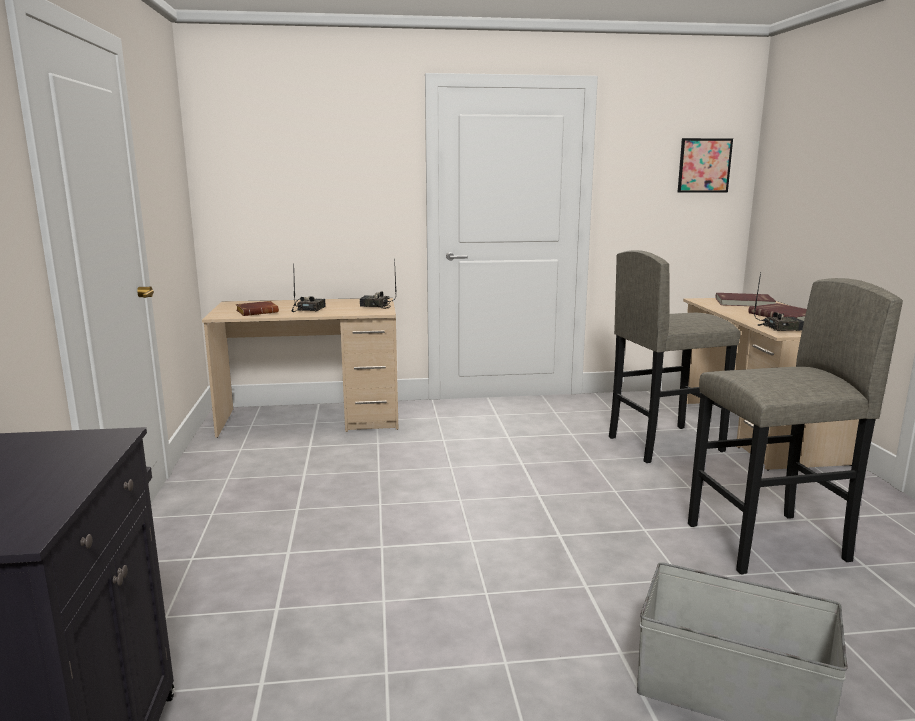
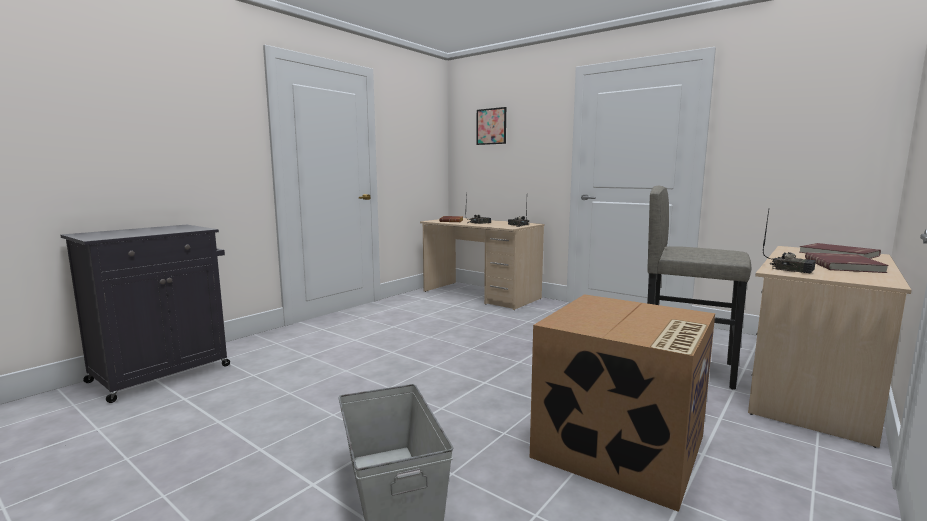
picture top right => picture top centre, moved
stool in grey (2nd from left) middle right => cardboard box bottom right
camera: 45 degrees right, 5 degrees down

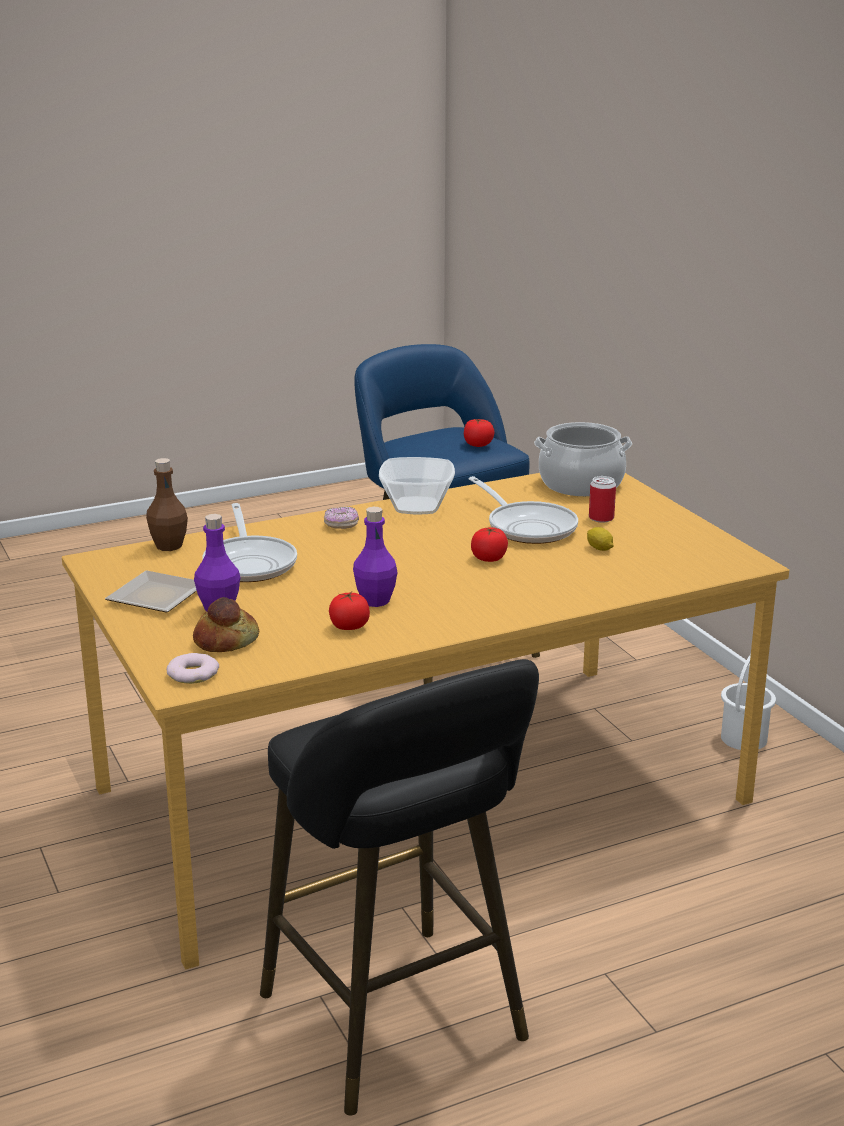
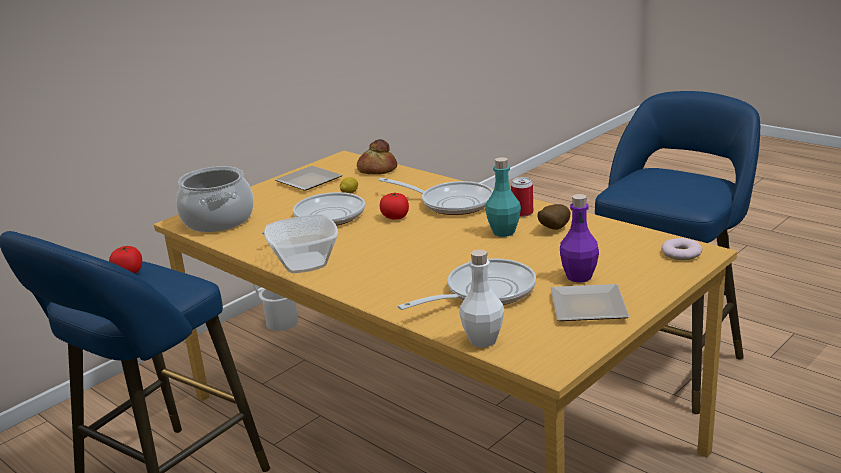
nothing => plate (1st from left) centre
bread middle left => bread top centre, moved
nothing => frying pan (2nd from left) centre
bottle in brown middle left => bottle in white centre
bottle in purple (2nd from left) centre => bottle in turquoise centre
can middle right => can centre, moved
tomato (1st from left) centre => potato centre
stool in black bottom centre => stool in blue (2nd from left) middle right
donut (2nd from left) centre => nothing
camera: 110 degrees left, 0 degrees up

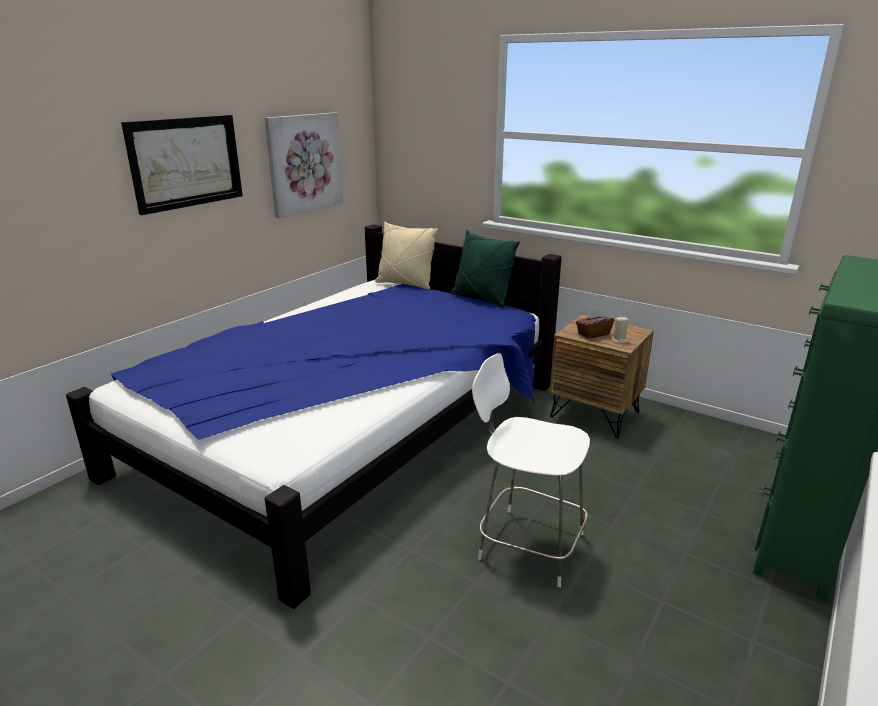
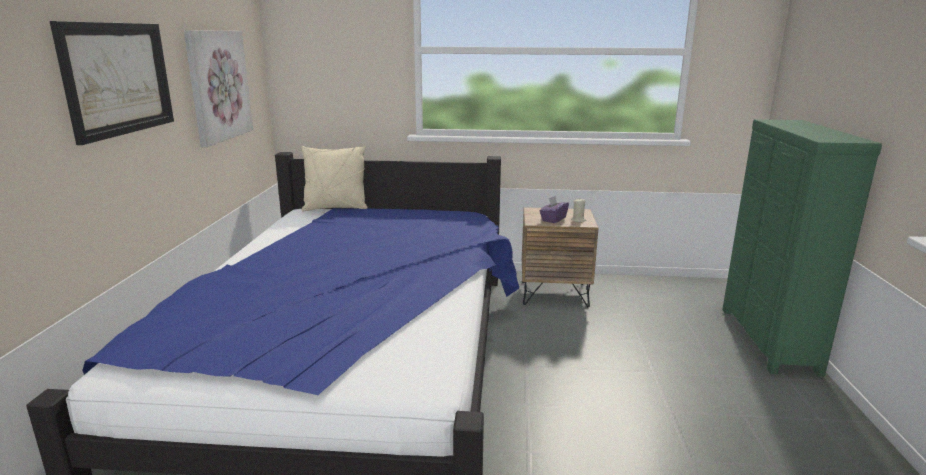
tissue box in brown middle right => tissue box in purple centre
pillow in green centre => nothing
stool in white centre => nothing
camera: 30 degrees left, 5 degrees down

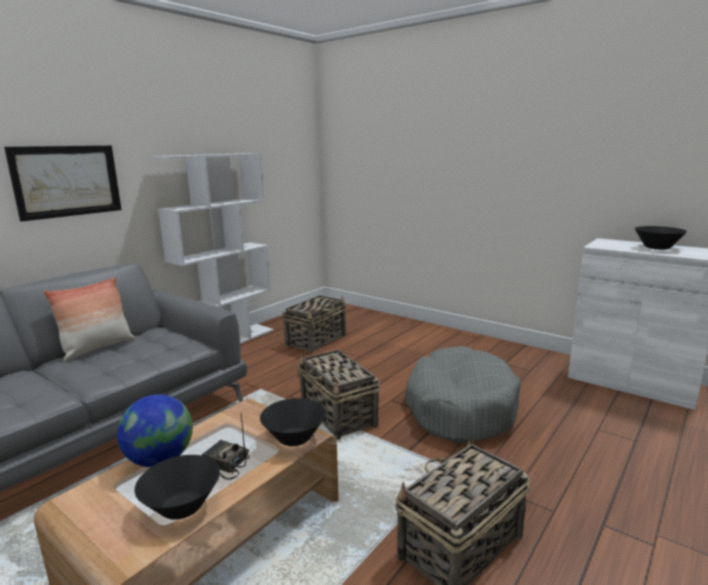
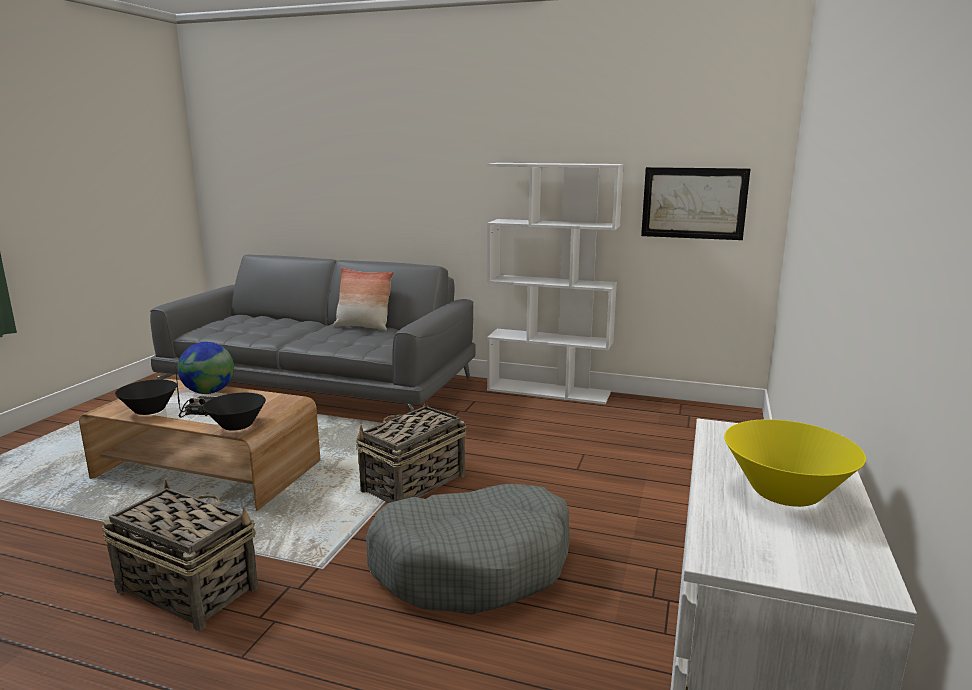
picture top left => picture top right, moved
bowl in black (3rd from left) middle right => bowl in yellow bottom right
basket (1st from left) centre => nothing
camera: 70 degrees right, 0 degrees up

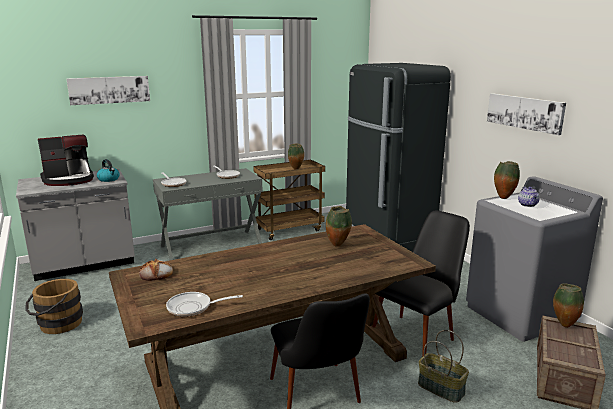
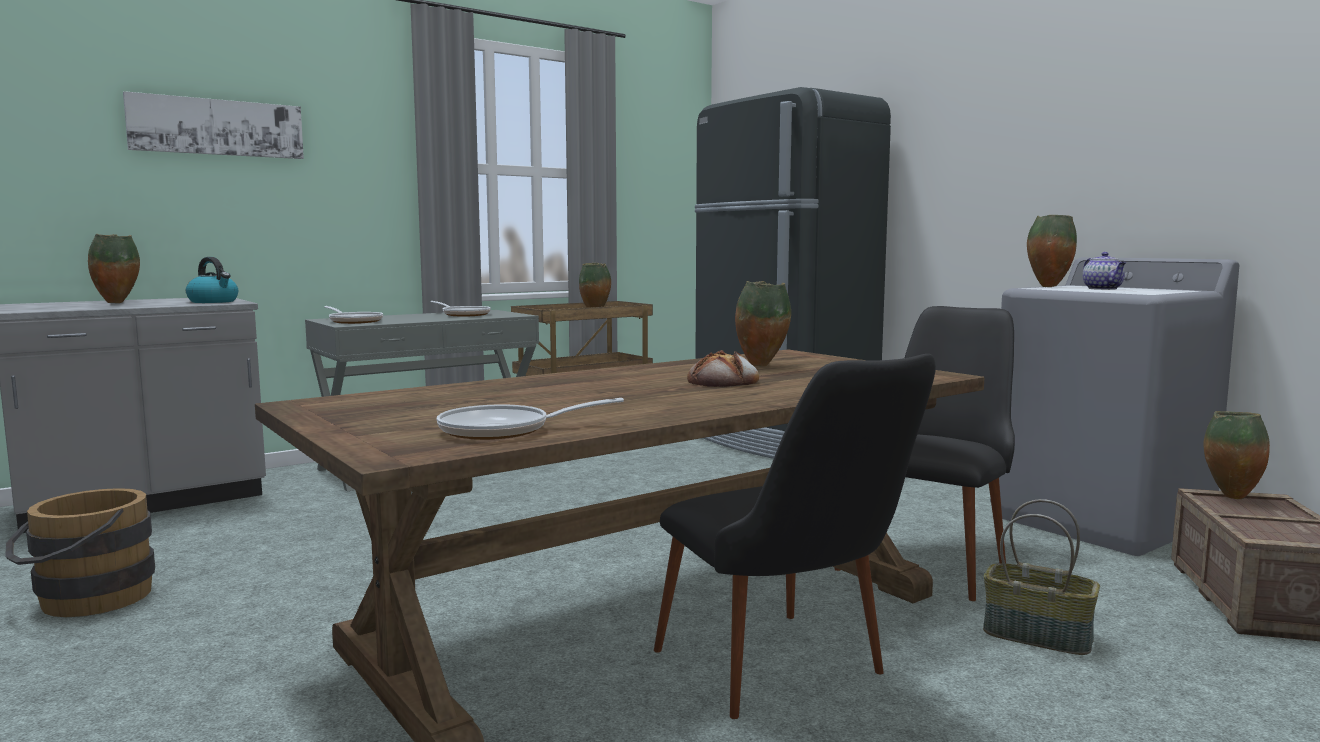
coffee machine middle left => vase (1st from left) middle left
bread middle left => bread centre, moved
picture (2nd from left) top right => nothing
camera: 10 degrees left, 10 degrees down

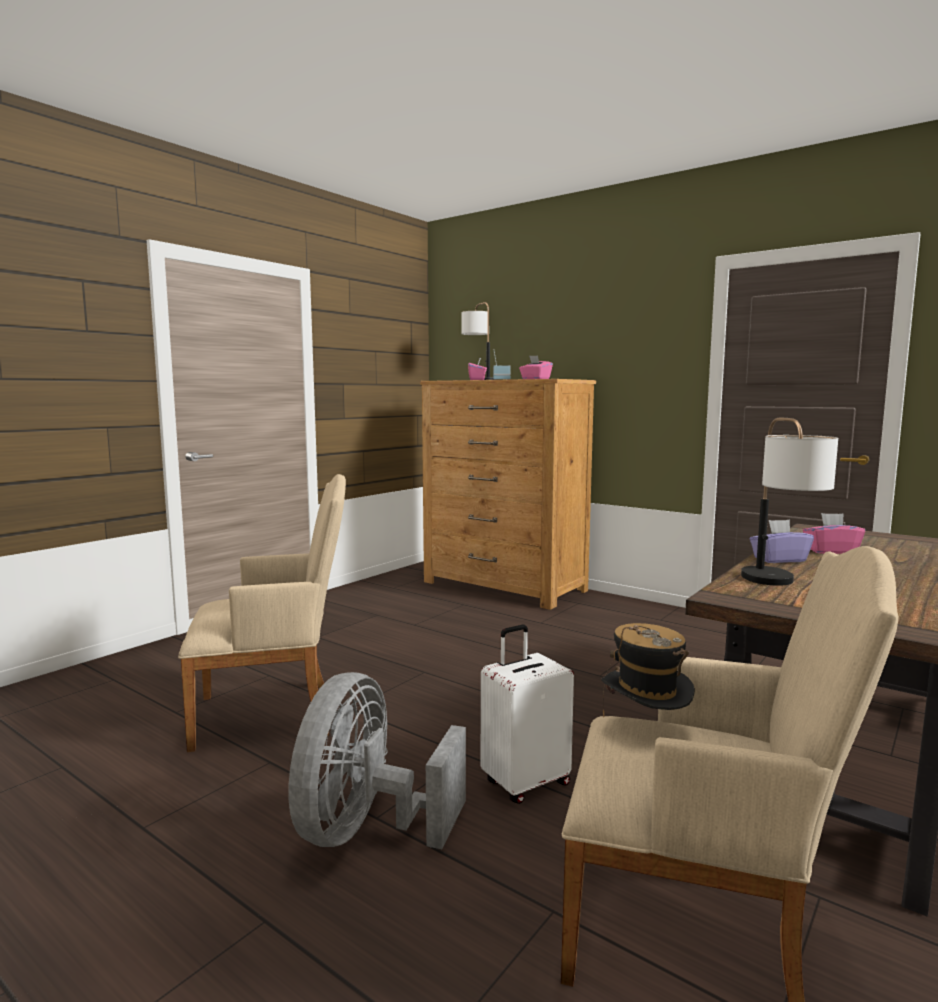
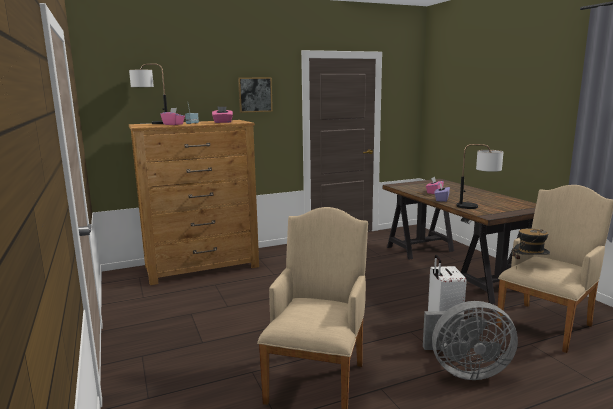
nothing => picture top centre
fan in grey bottom centre => fan in grey bottom right, 45 degrees counterclockwise
camera: 60 degrees left, 5 degrees up

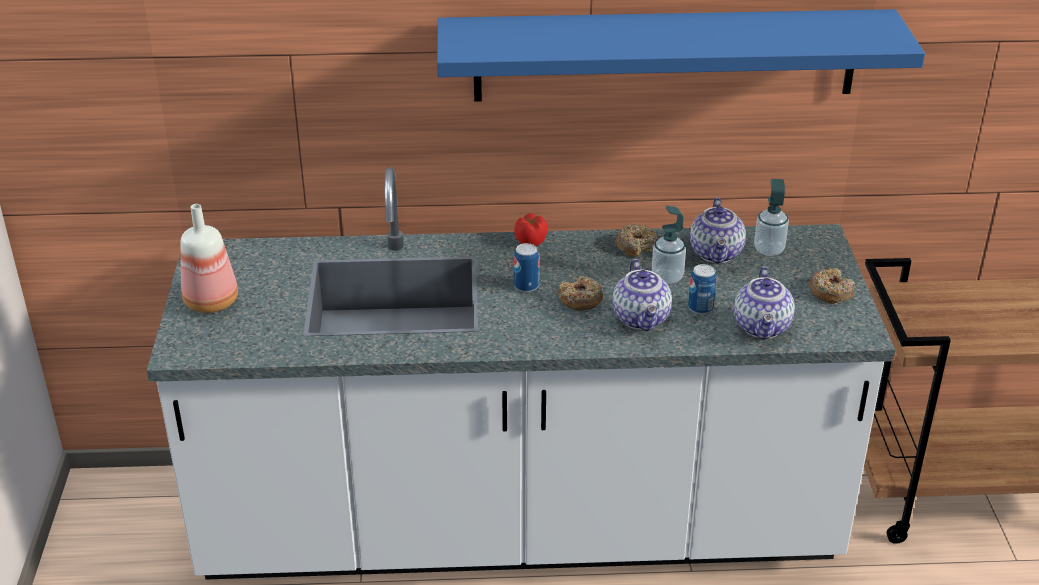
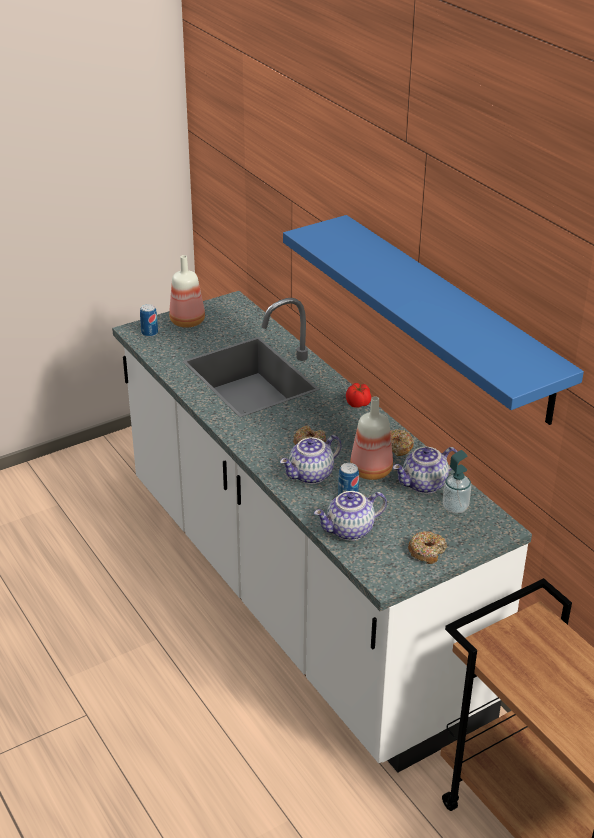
can (1st from left) centre => can (1st from left) middle left, moved
soap dispenser (1st from left) centre => bottle (2nd from left) centre
camera: 60 degrees right, 0 degrees up

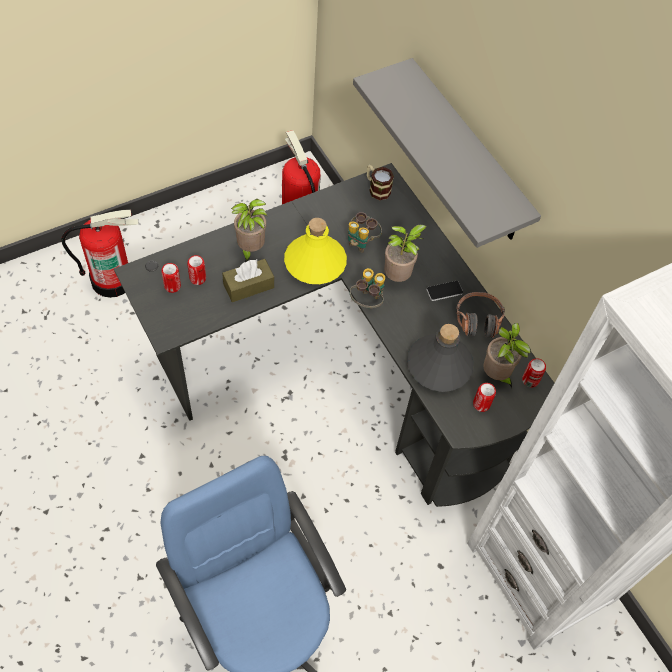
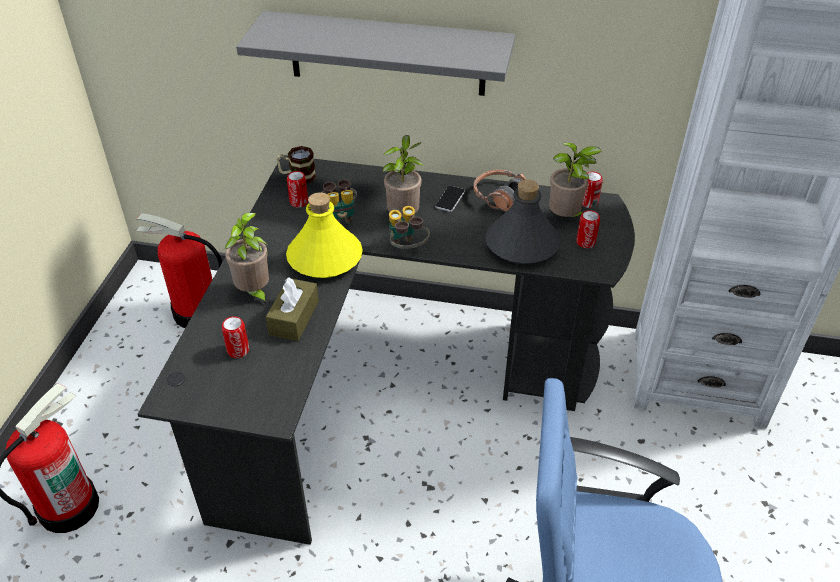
can (1st from left in the first image) middle left => can (2nd from left) top centre, moved
camera: 45 degrees left, 15 degrees down

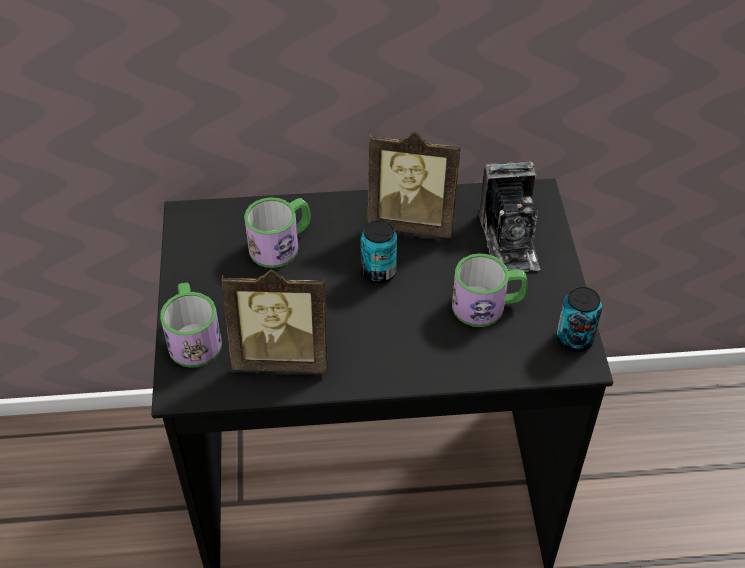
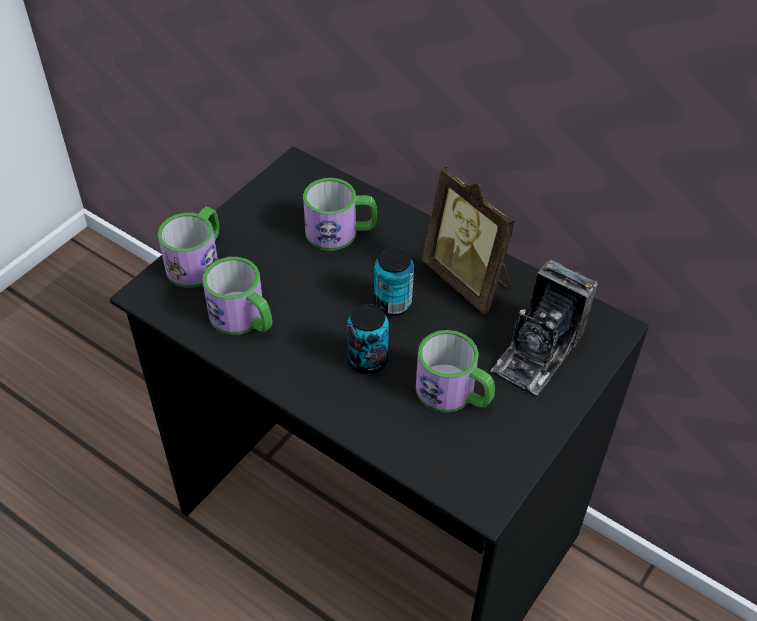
picture frame (1st from left) centre => mug (2nd from left) middle left
can (2nd from left in the first image) middle right => can (1st from left) centre, moved
camera: 40 degrees right, 0 degrees up

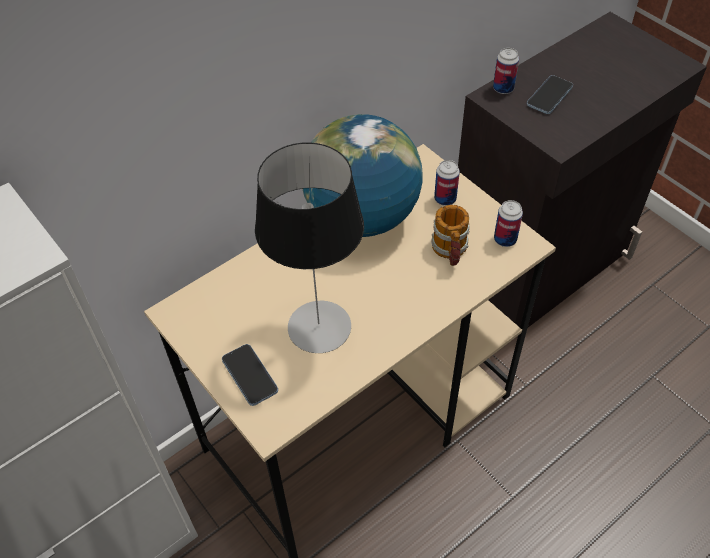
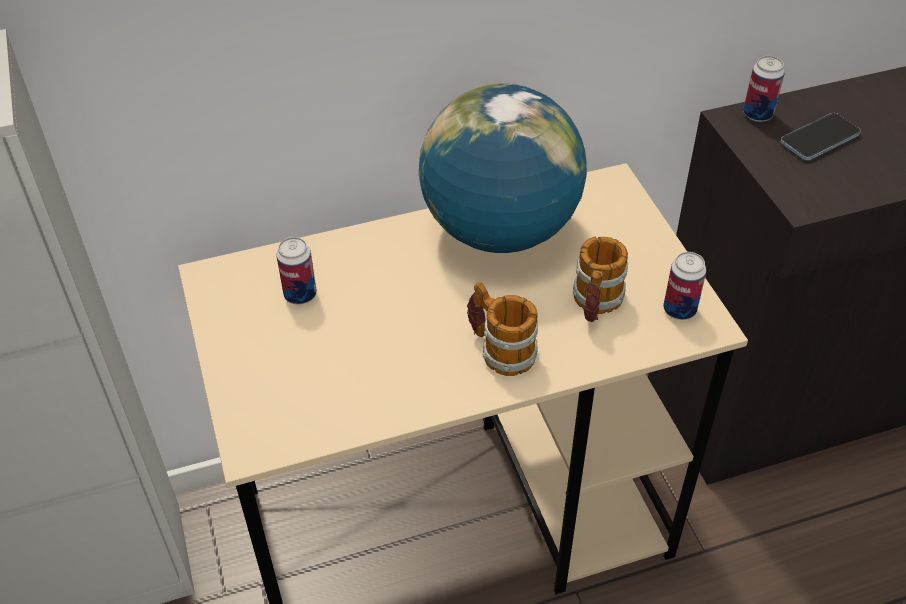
can (1st from left) top centre => can (1st from left) middle left, moved
nothing => mug (1st from left) centre
phone (1st from left) bottom centre => nothing
table lamp centre => nothing
camera: 20 degrees right, 5 degrees down

